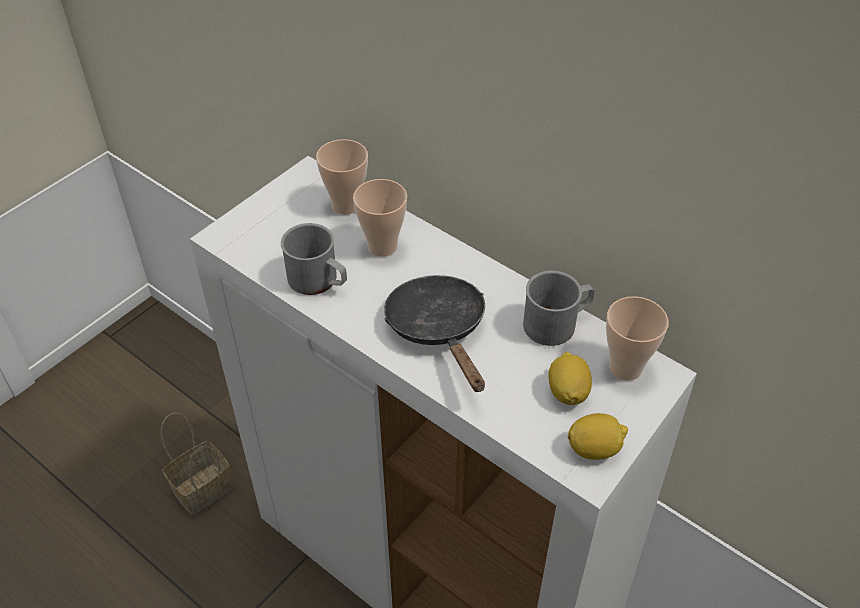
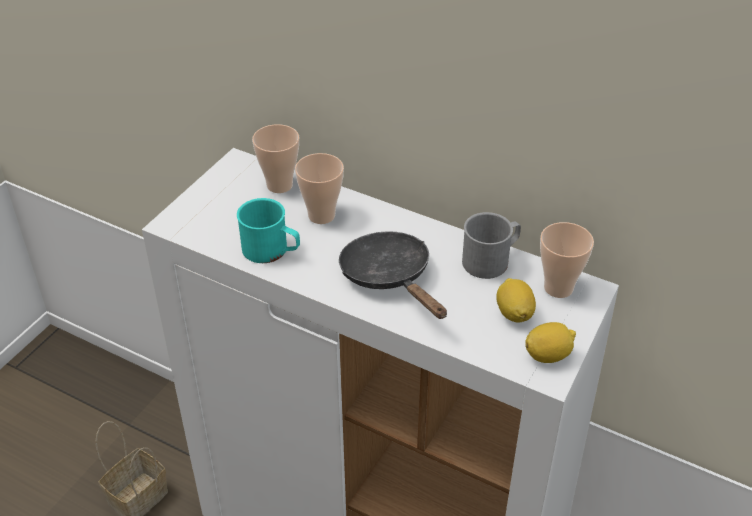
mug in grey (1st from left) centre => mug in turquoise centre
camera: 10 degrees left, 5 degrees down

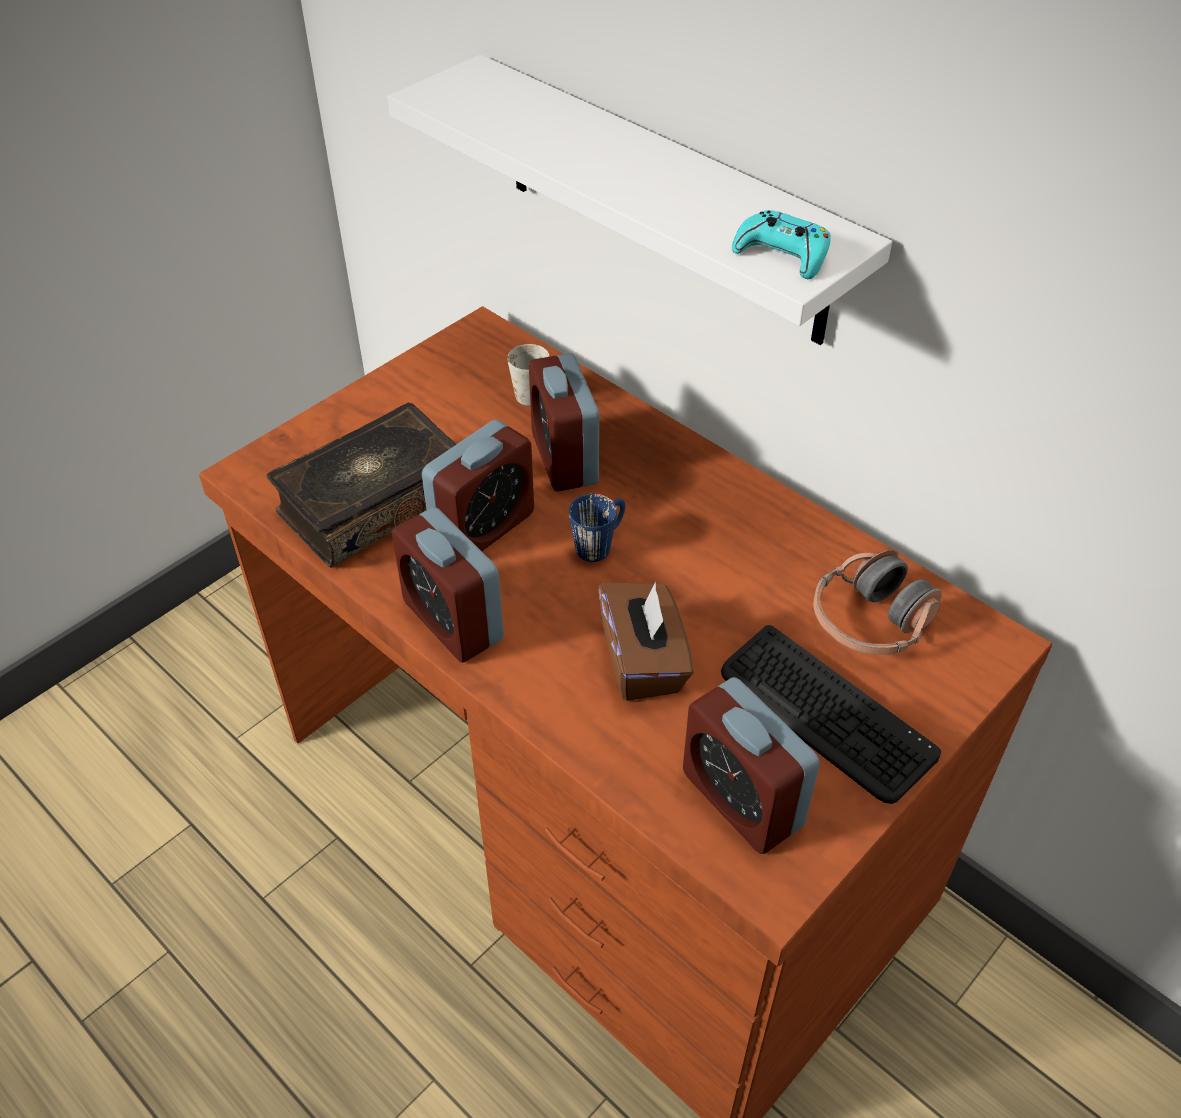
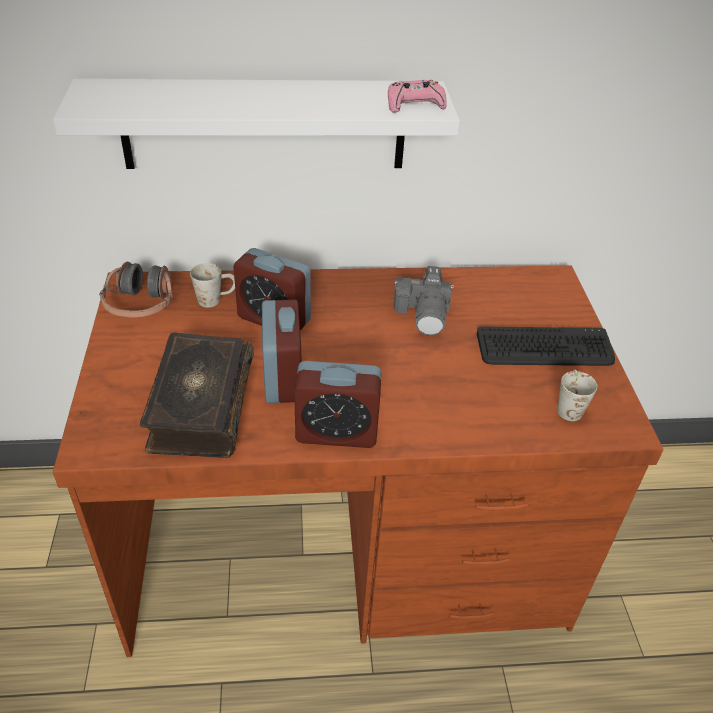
headphones middle right => headphones middle left, moved
game controller in turquoise top centre => game controller in pink top centre
nothing => photo camera centre
alarm clock (4th from left) bottom centre => mug in white (2nd from left) middle right
mug in blue centre => nothing
tissue box in brown centre => nothing
camera: 50 degrees left, 5 degrees down

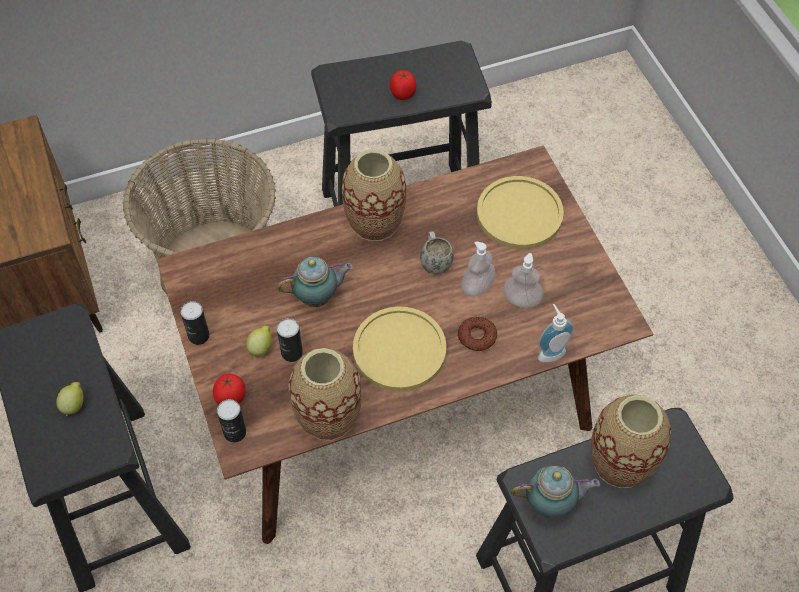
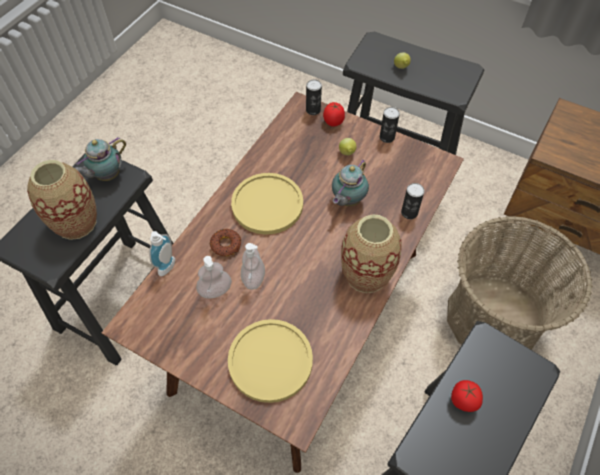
can (3rd from left) centre => can (3rd from left) middle right, moved
vase (1st from left) centre => nothing
mug in white centre => nothing
camera: 140 degrees right, 0 degrees up

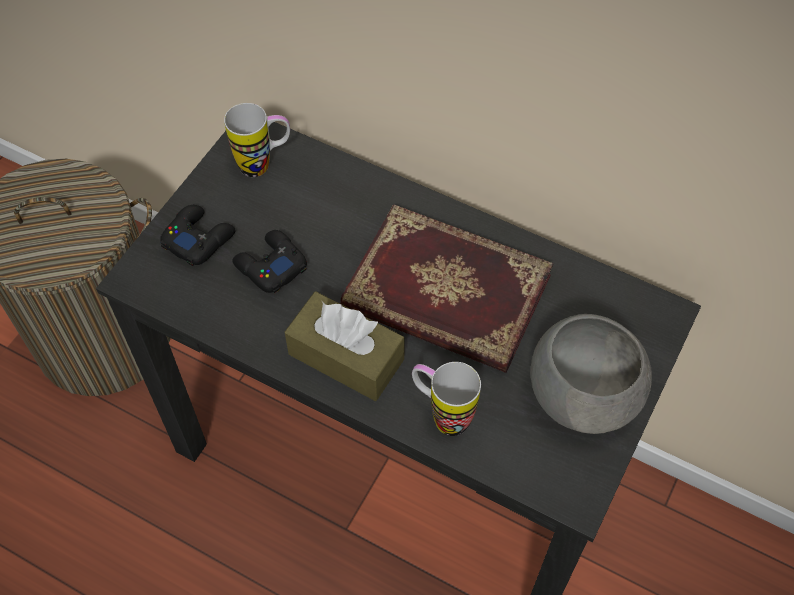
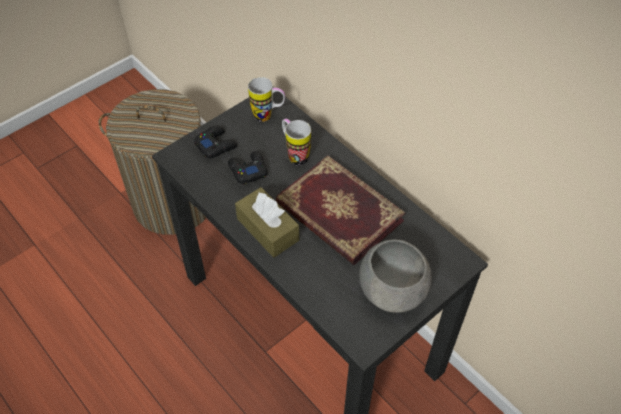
mug (2nd from left) bottom centre => mug (2nd from left) centre, moved
camera: 20 degrees right, 5 degrees down

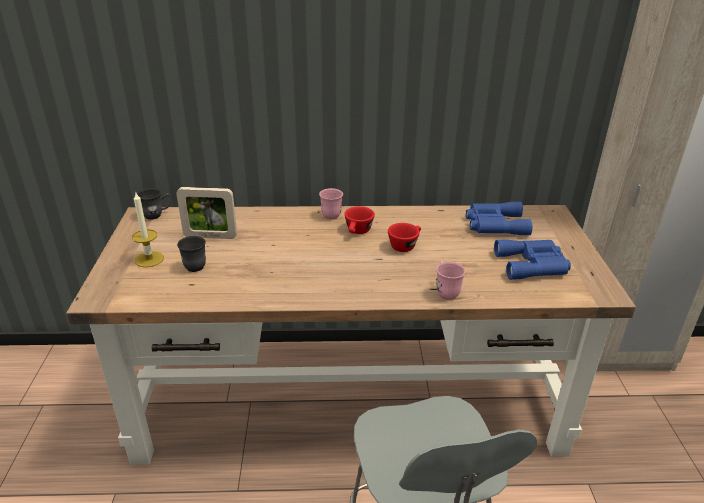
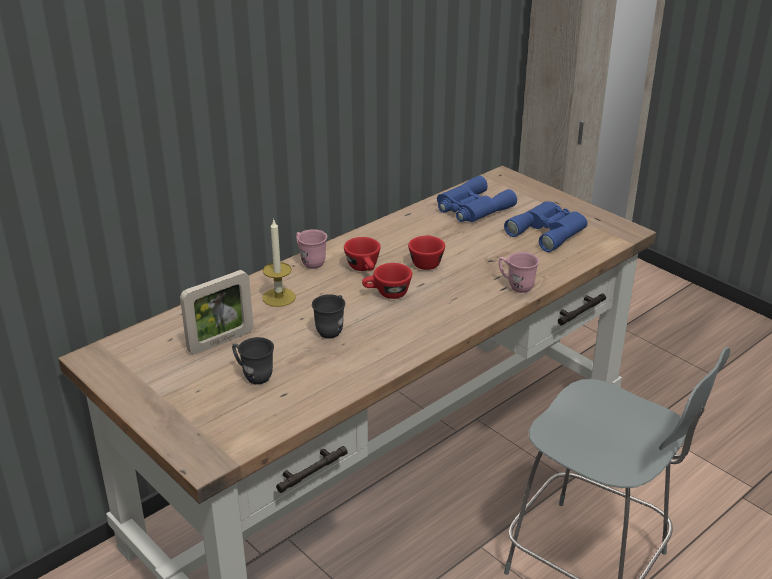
candle middle left => candle centre, moved
mug in grey (1st from left in the first image) middle left => mug in grey (2nd from left) centre, moved
nothing => cup in red (2nd from left) centre
camera: 40 degrees left, 0 degrees up

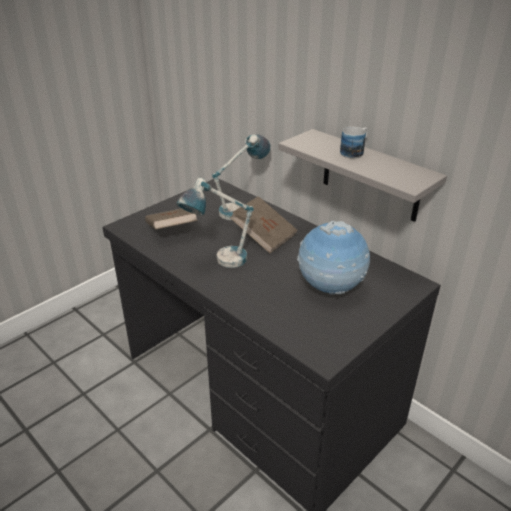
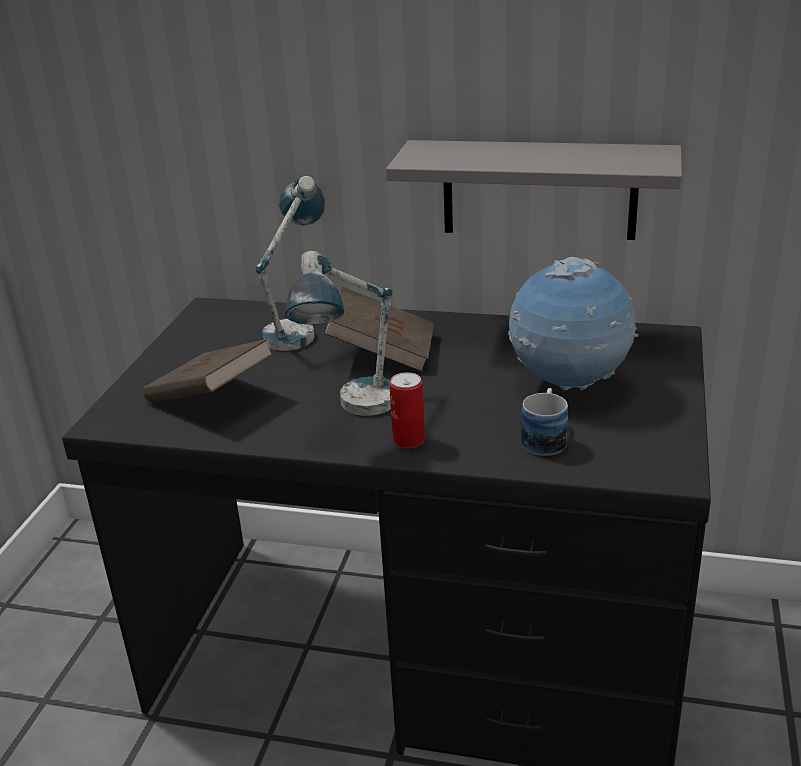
nothing => can centre
mug top right => mug middle right, moved
camera: 30 degrees left, 5 degrees down

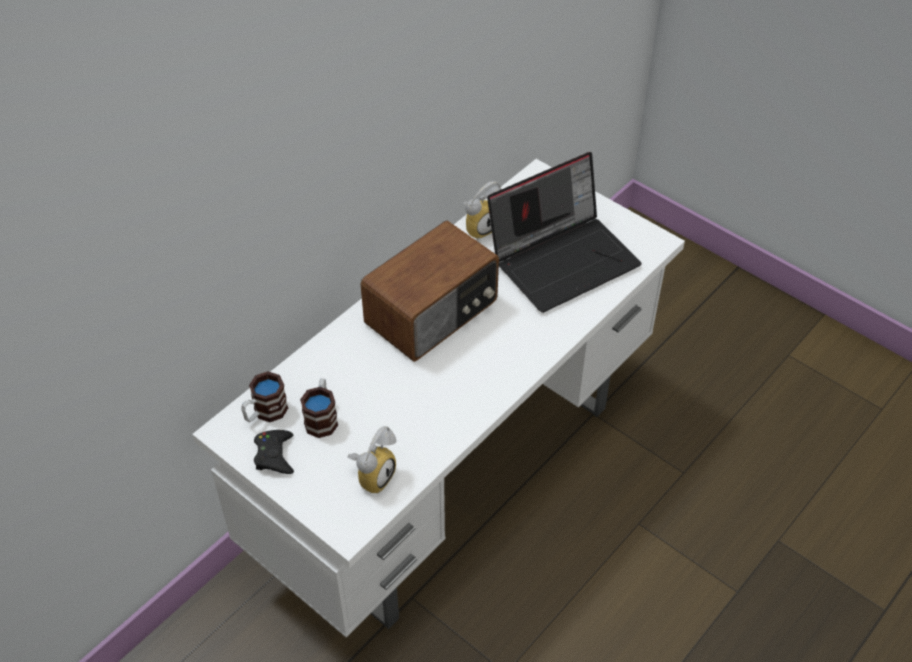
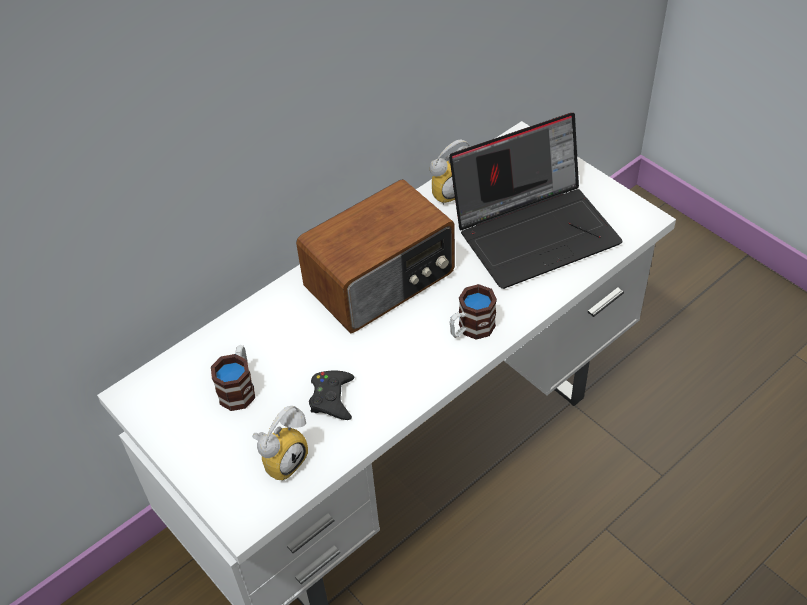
game controller in black bottom left => game controller in black centre, moved
mug (1st from left in the first image) middle left => mug (2nd from left) centre, moved
camera: 10 degrees right, 0 degrees up

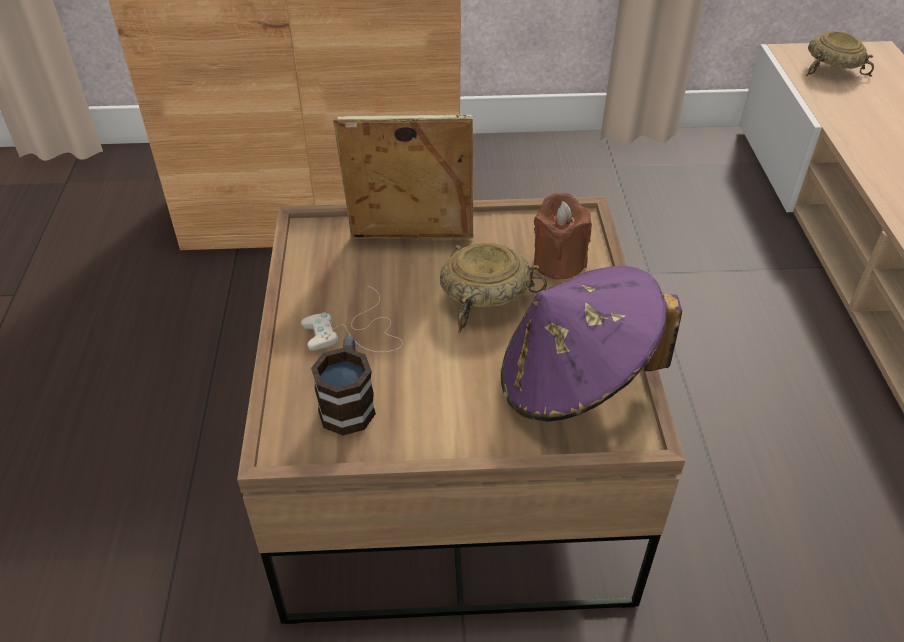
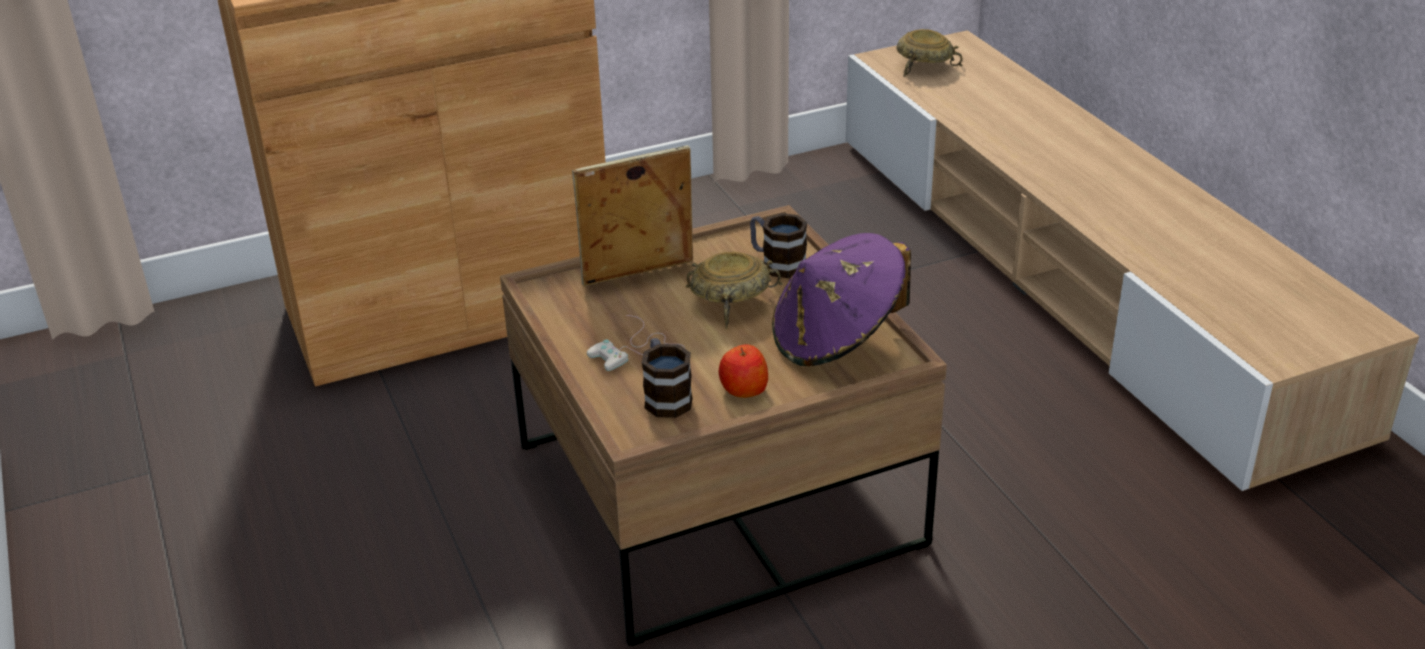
nothing => apple centre
candle in brown centre => mug (2nd from left) centre
camera: 20 degrees left, 10 degrees down

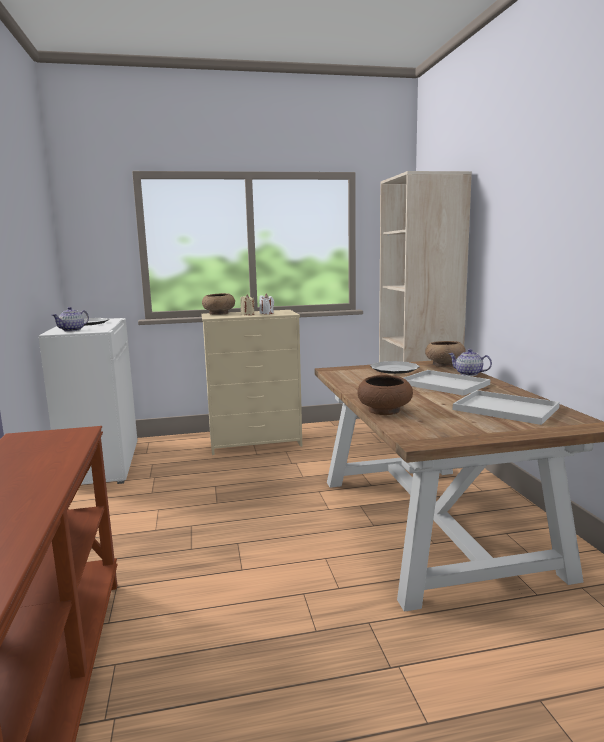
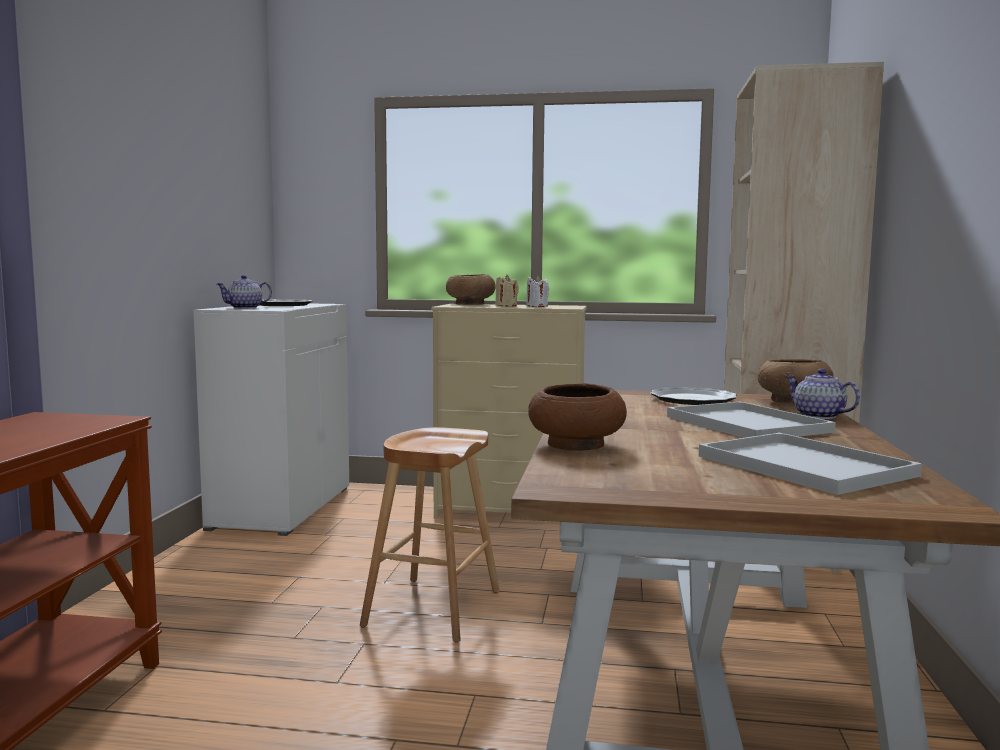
nothing => stool in brown bottom centre
camera: 20 degrees right, 5 degrees down

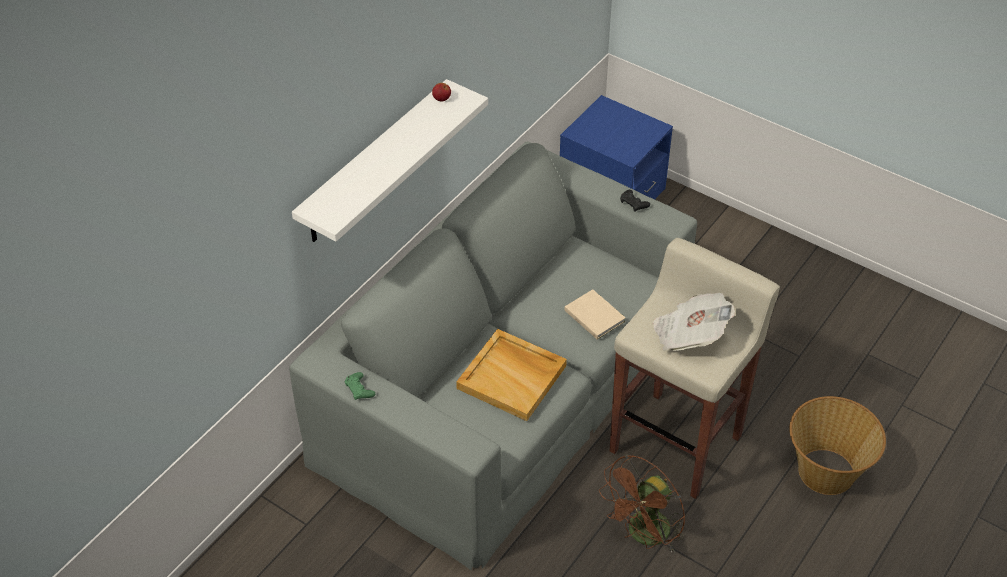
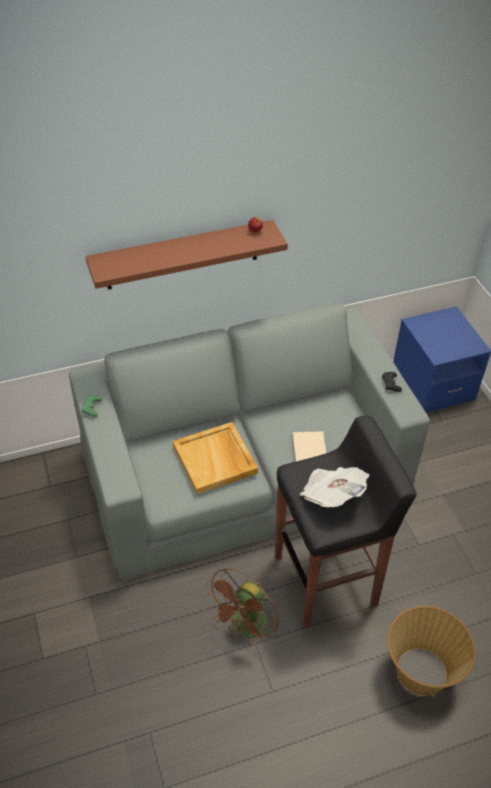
shelf in white top centre => shelf in brown top centre
fan in brown bottom centre, 45 degrees counterclockwise
stool in beige middle right => stool in black middle right
camera: 35 degrees right, 0 degrees up

